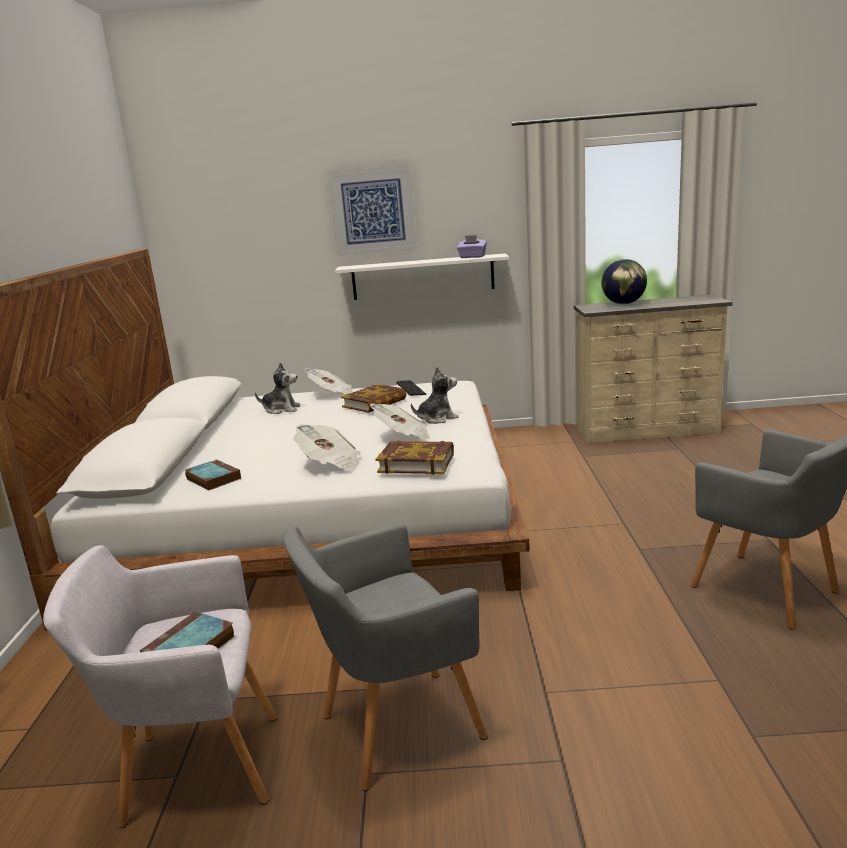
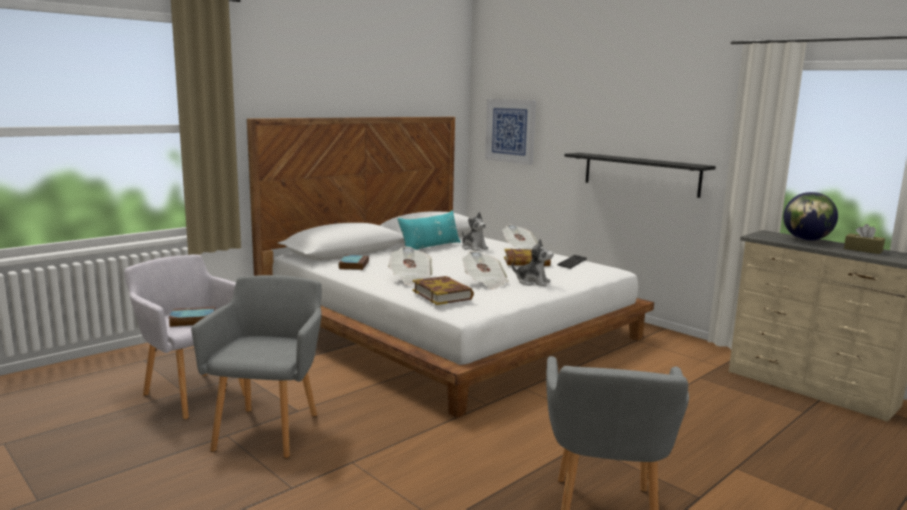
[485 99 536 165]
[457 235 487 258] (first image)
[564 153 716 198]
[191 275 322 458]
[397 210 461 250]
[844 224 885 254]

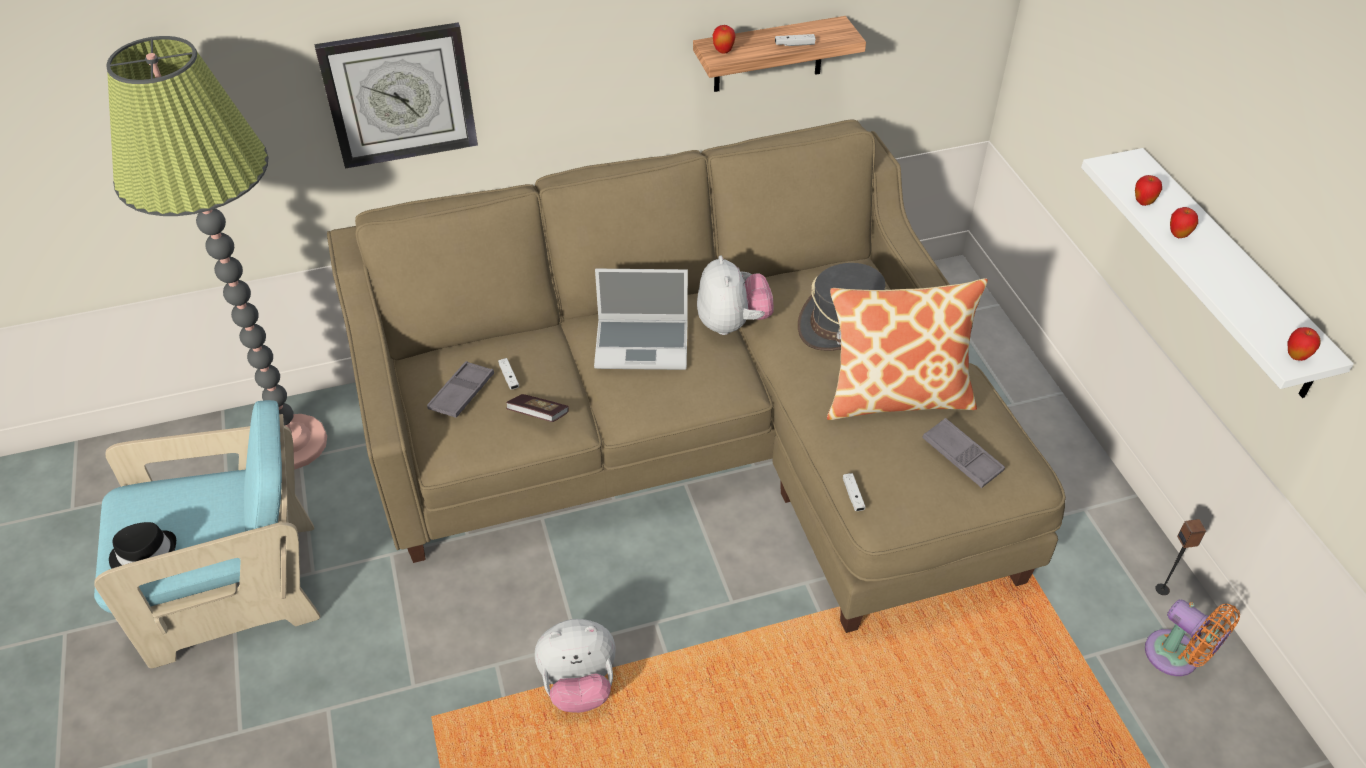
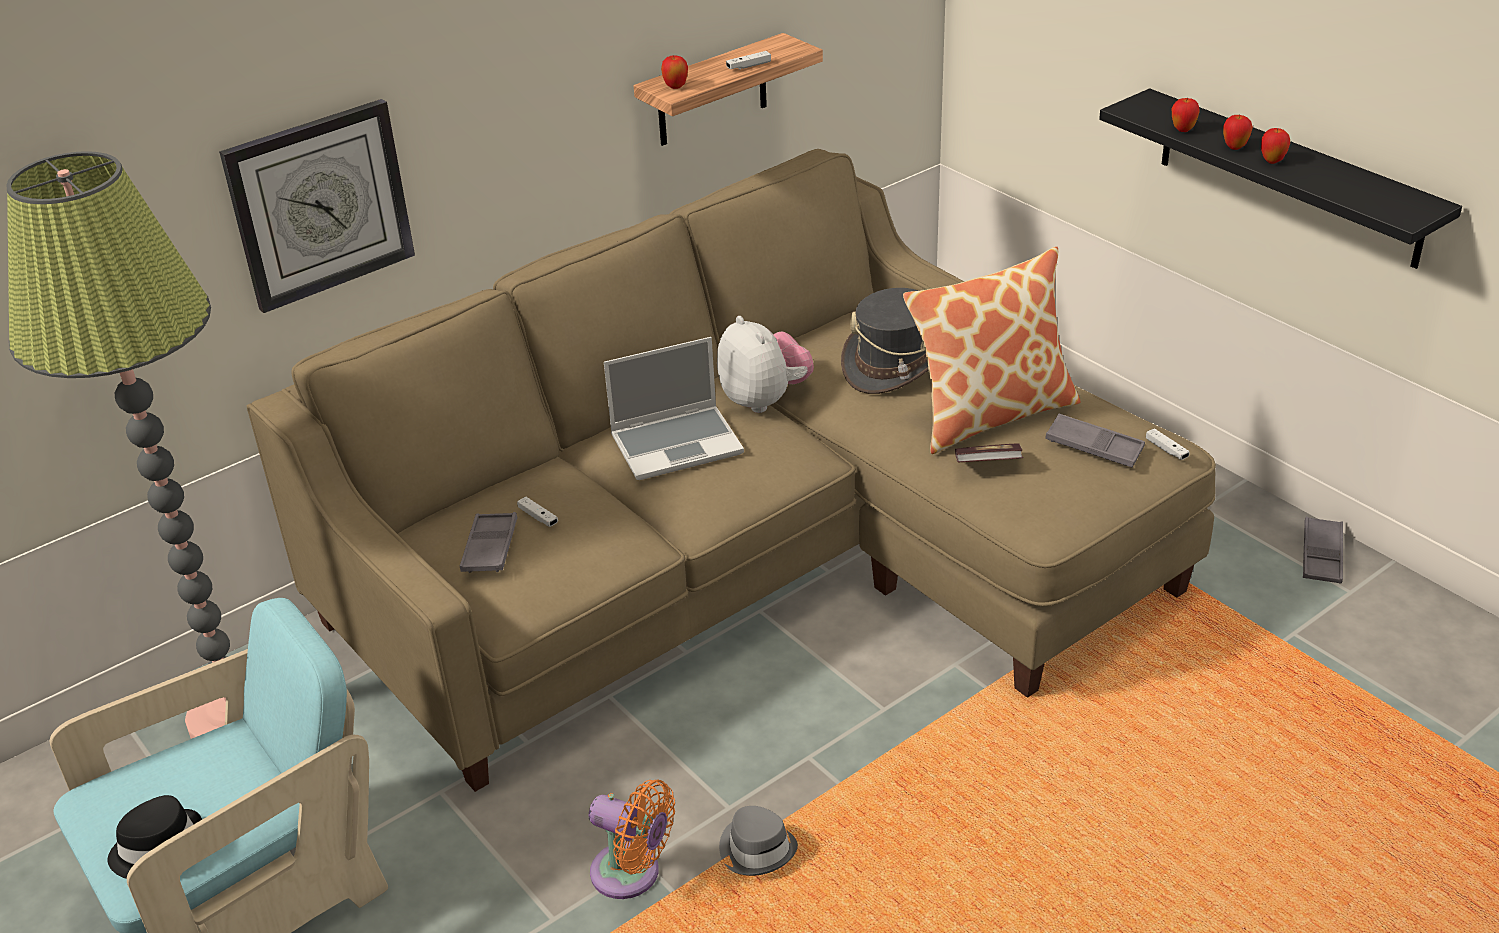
[1099 88 1462 269]
[1261 128 1290 164]
[955 443 1023 462]
[1146 428 1190 460]
[1303 517 1343 583]
[589 780 675 899]
[719 806 798 876]

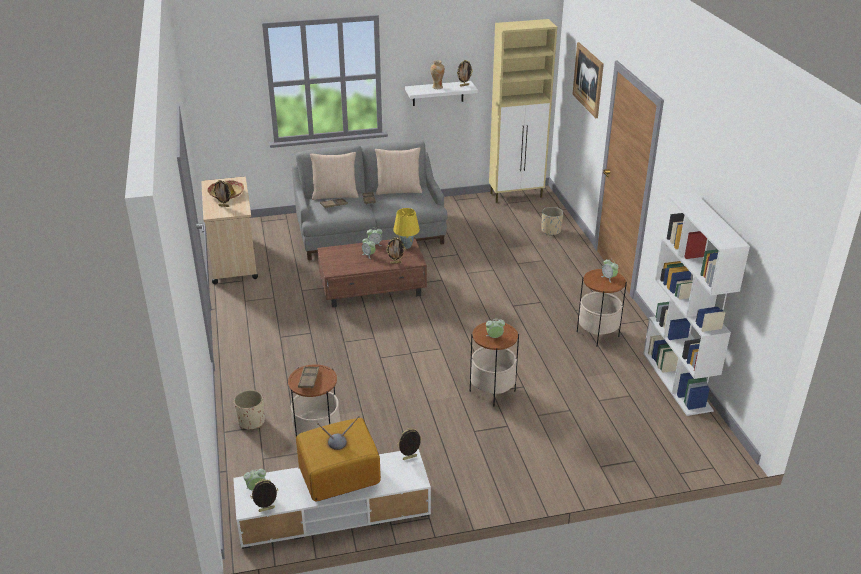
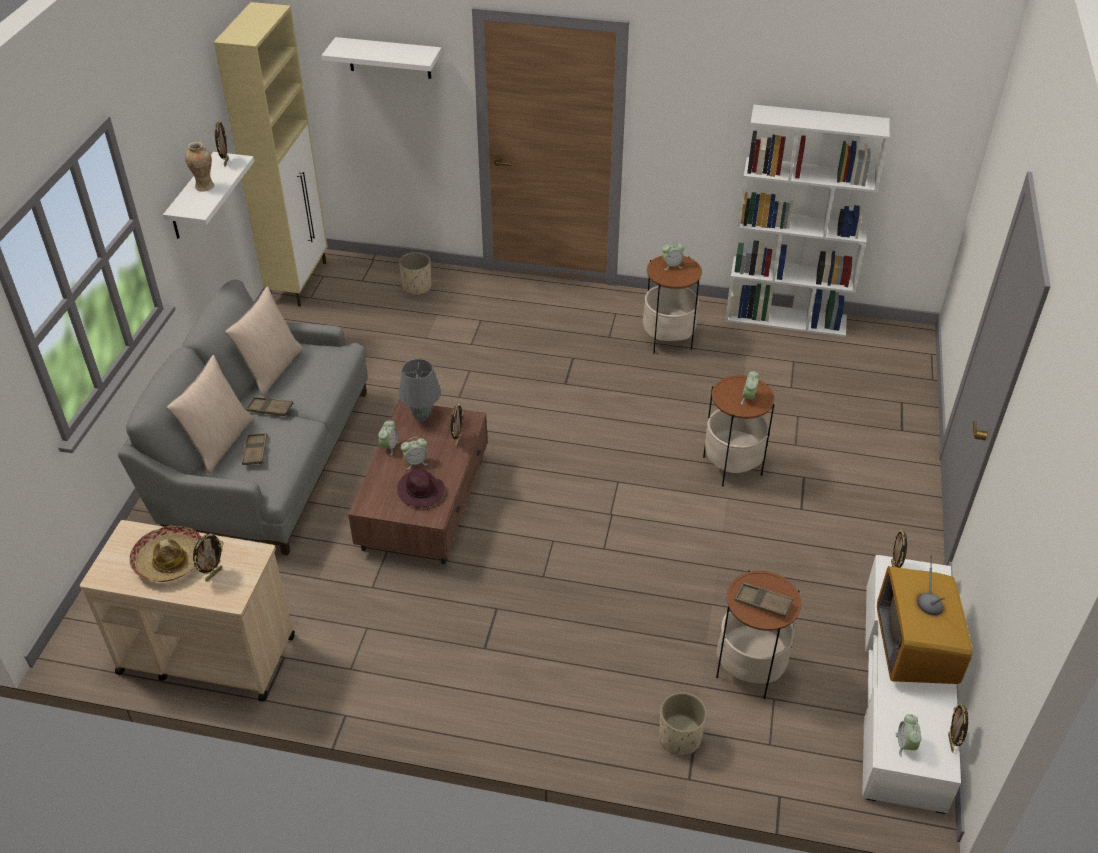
[321 37 442 79]
[398 359 441 421]
[397 469 445 508]

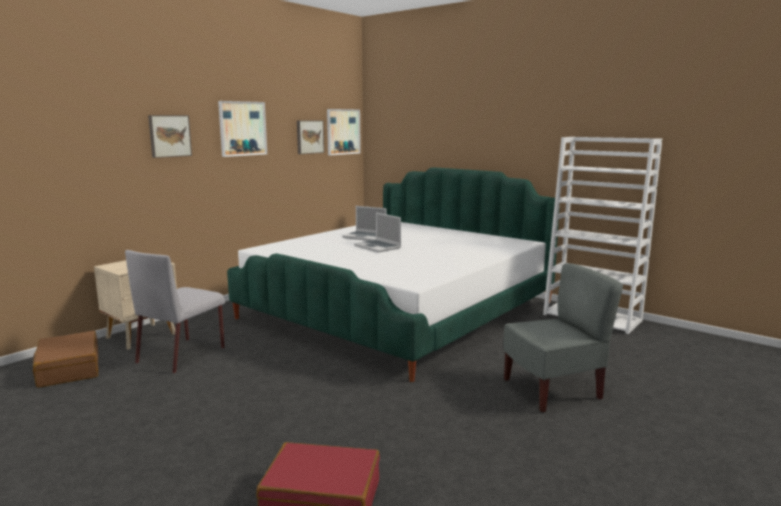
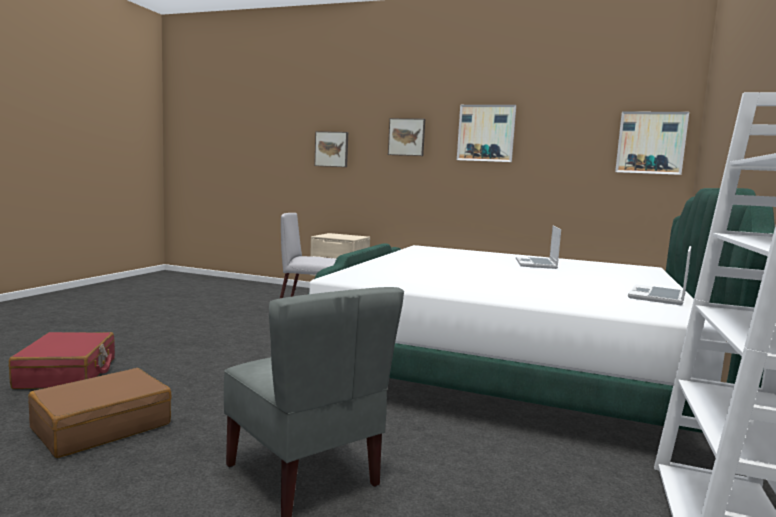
[314 131 348 167]
[628 246 691 305]
[28 368 172 458]

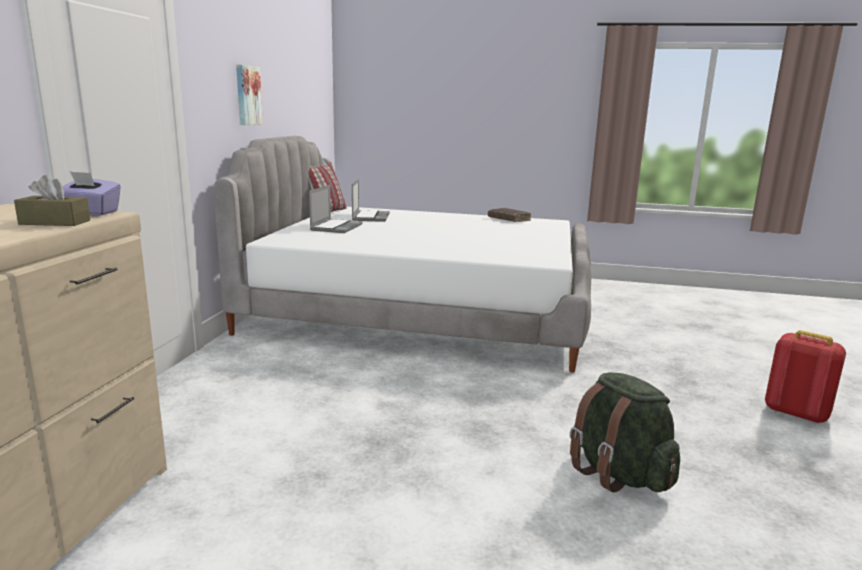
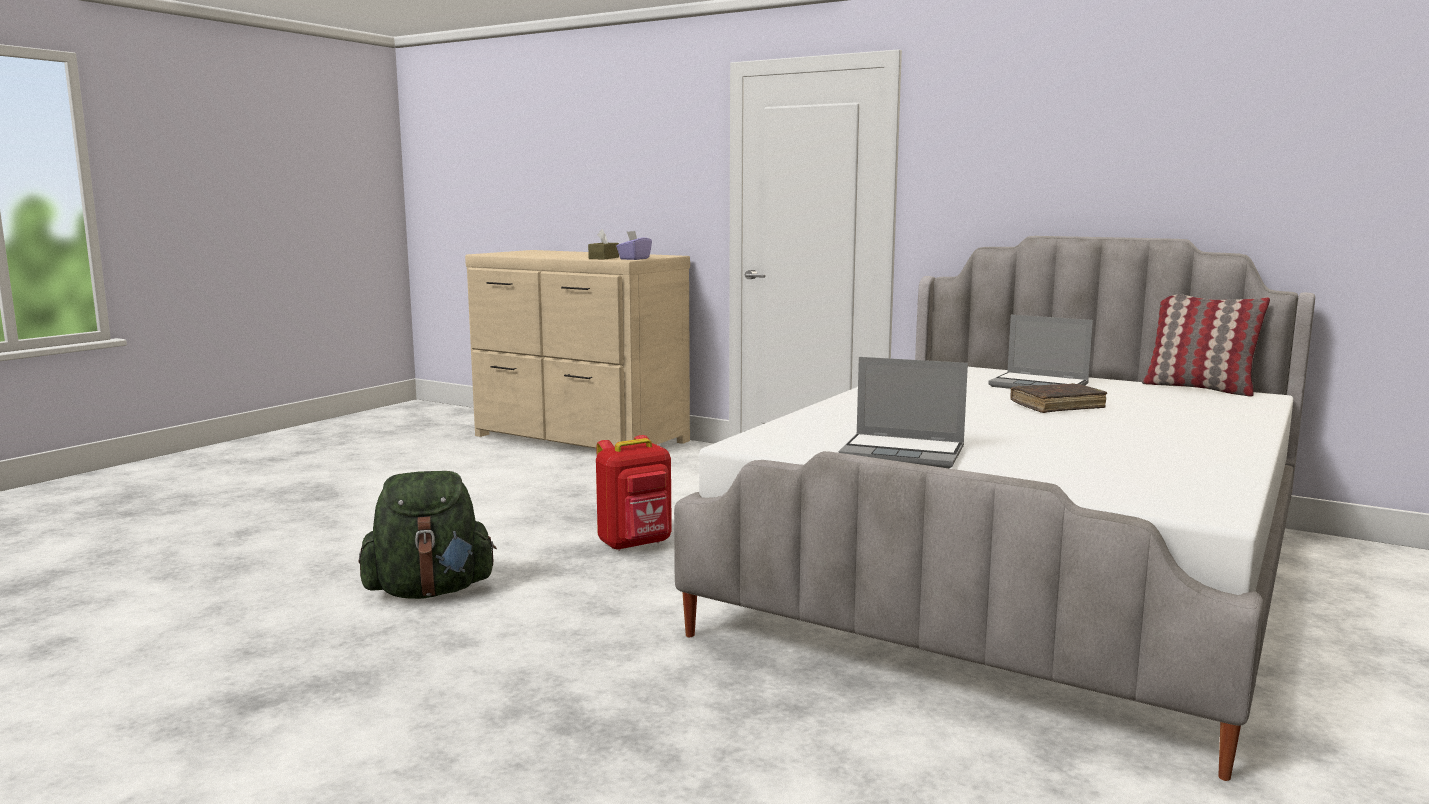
[236 64 263 125] (first image)
[838 357 968 468]
[1010 383 1107 413]
[596 435 672 551]

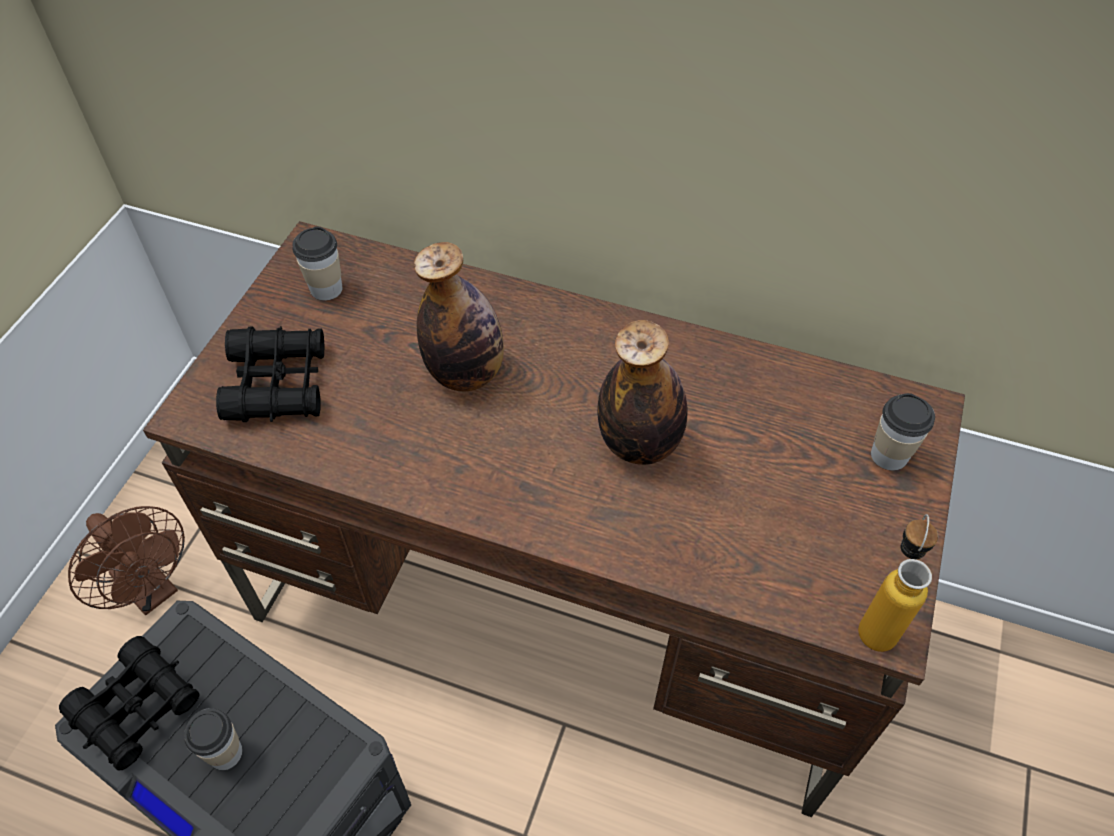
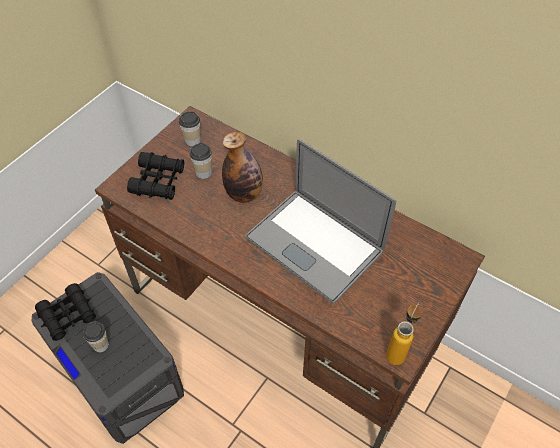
[245 139 396 304]
[190 143 212 179]
[68 506 185 615] (first image)

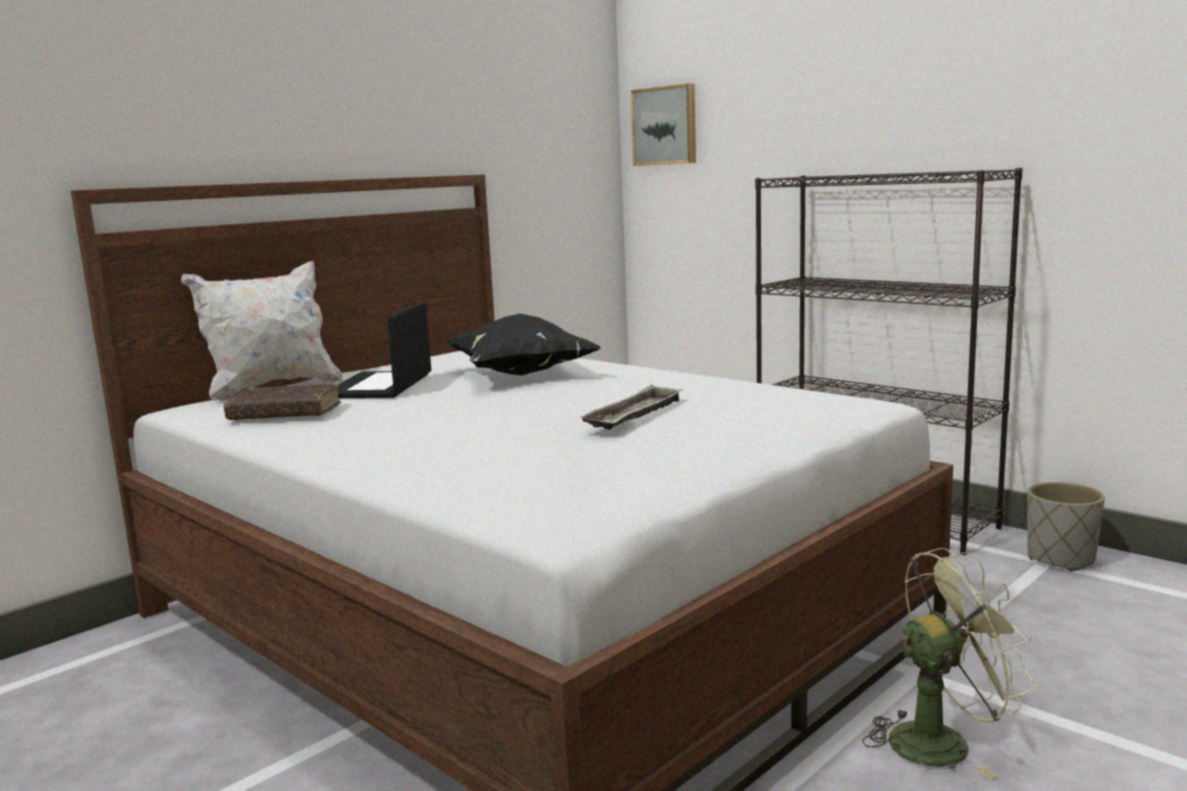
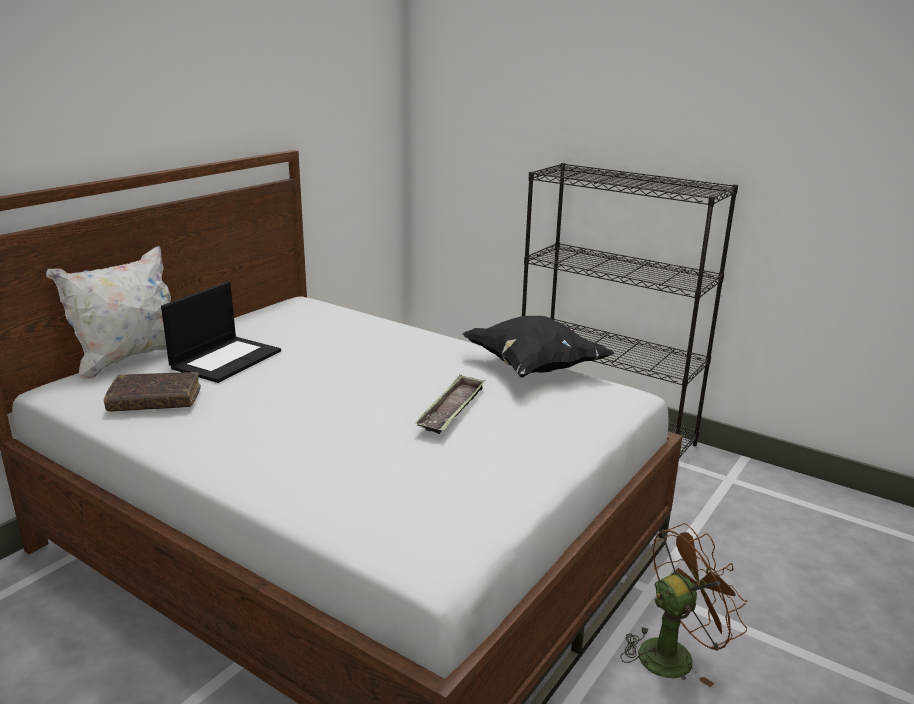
[631 83 696 166] (first image)
[161 282 281 383]
[462 316 615 378]
[1027 482 1105 571] (first image)
[620 523 747 687]

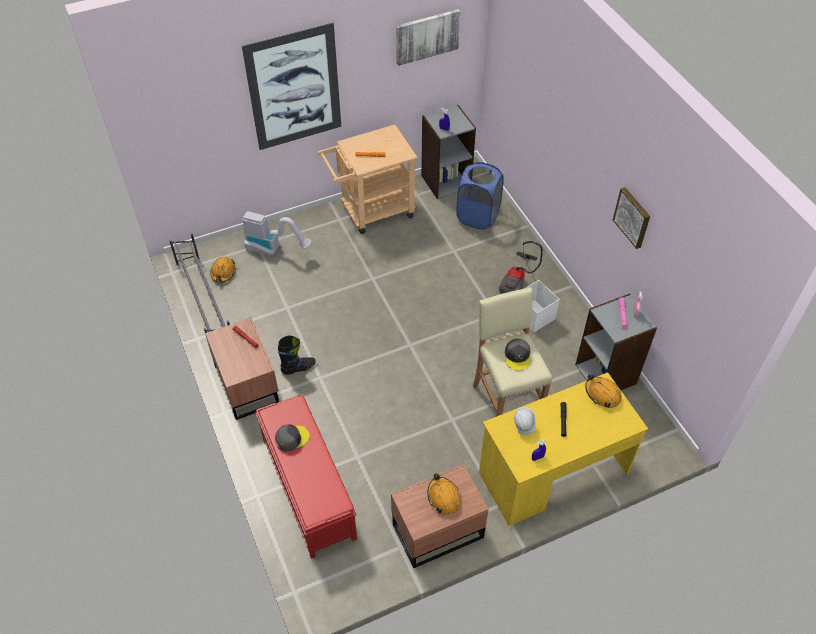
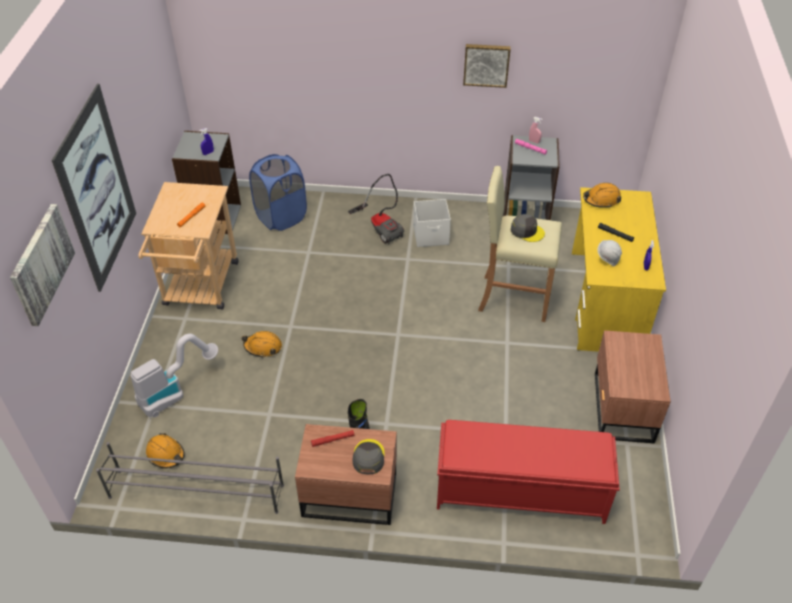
[10 204 75 326]
[353 439 385 474]
[241 331 282 358]

